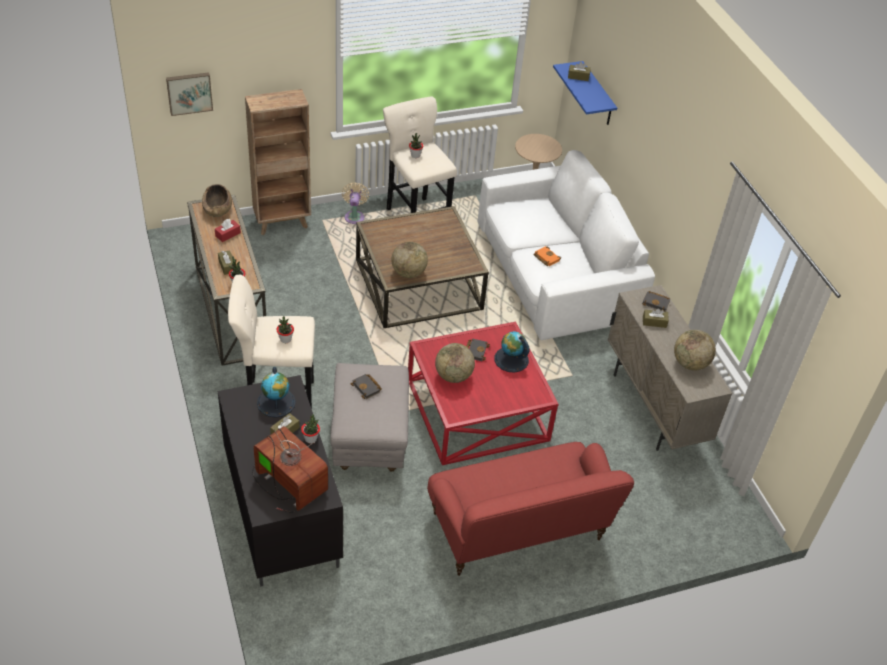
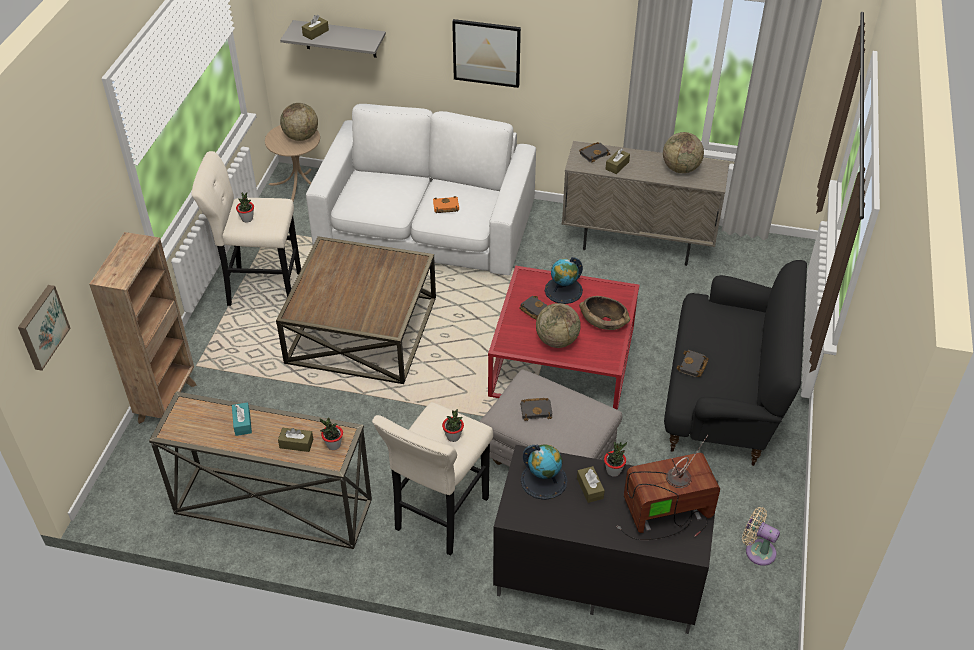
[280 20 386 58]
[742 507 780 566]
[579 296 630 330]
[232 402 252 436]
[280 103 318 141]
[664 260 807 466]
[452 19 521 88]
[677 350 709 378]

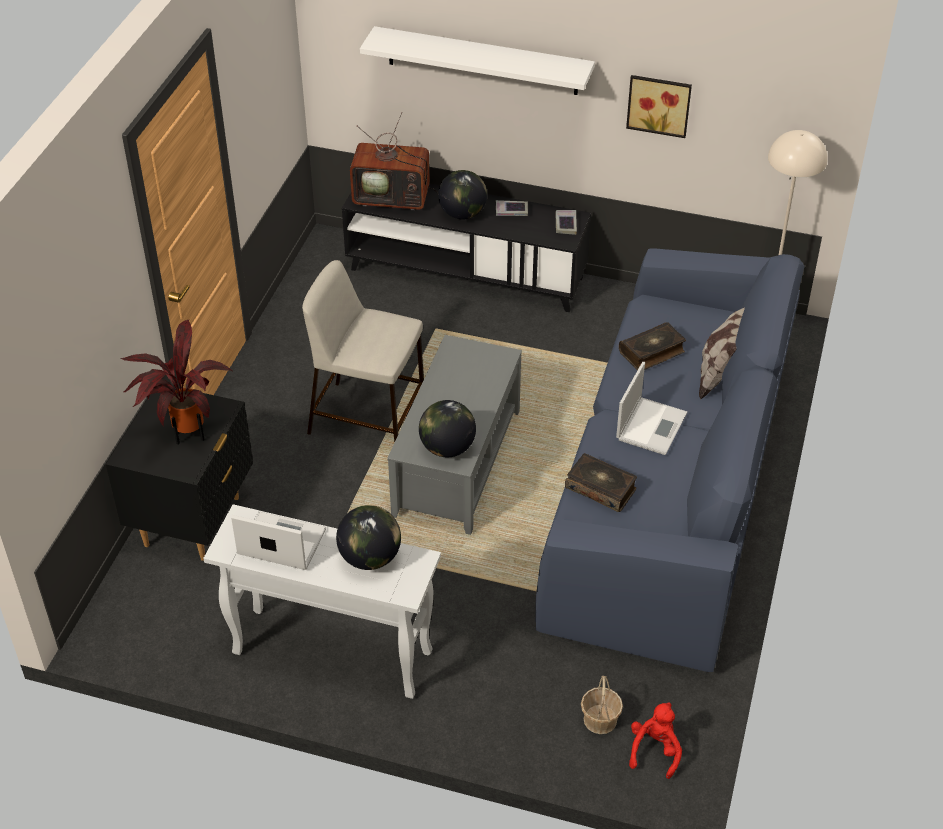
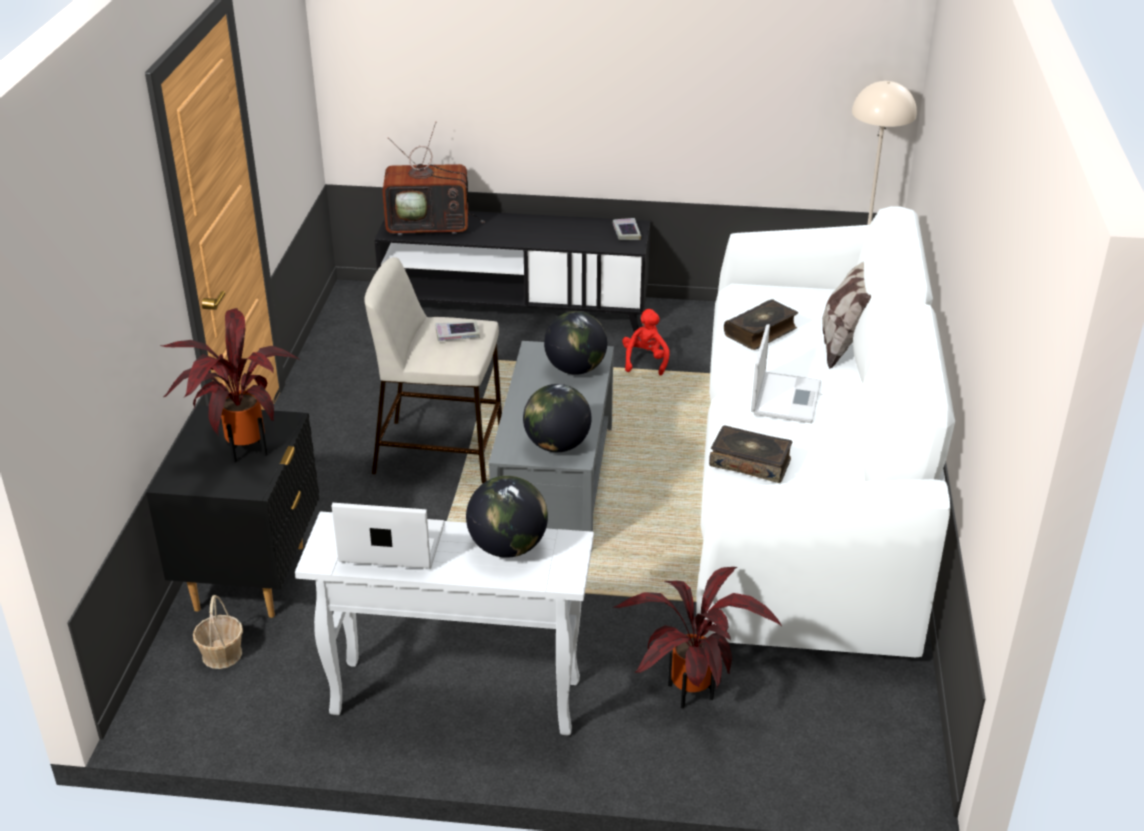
[360 26 595 95] (first image)
[626 75 692 138] (first image)
[544 311 607 375]
[435 321 480 341]
[696 206 955 657]
[193 595 243 669]
[622 309 670 375]
[614 567 782 709]

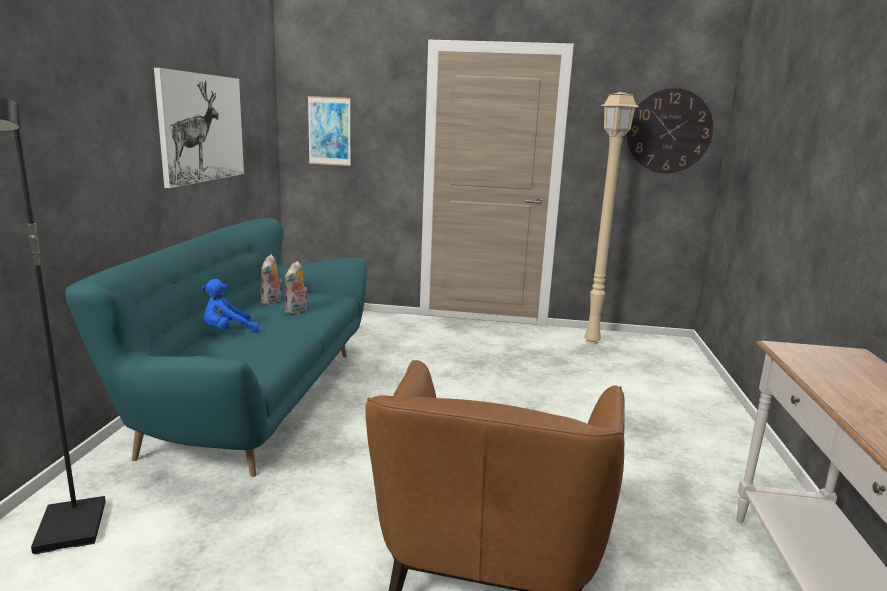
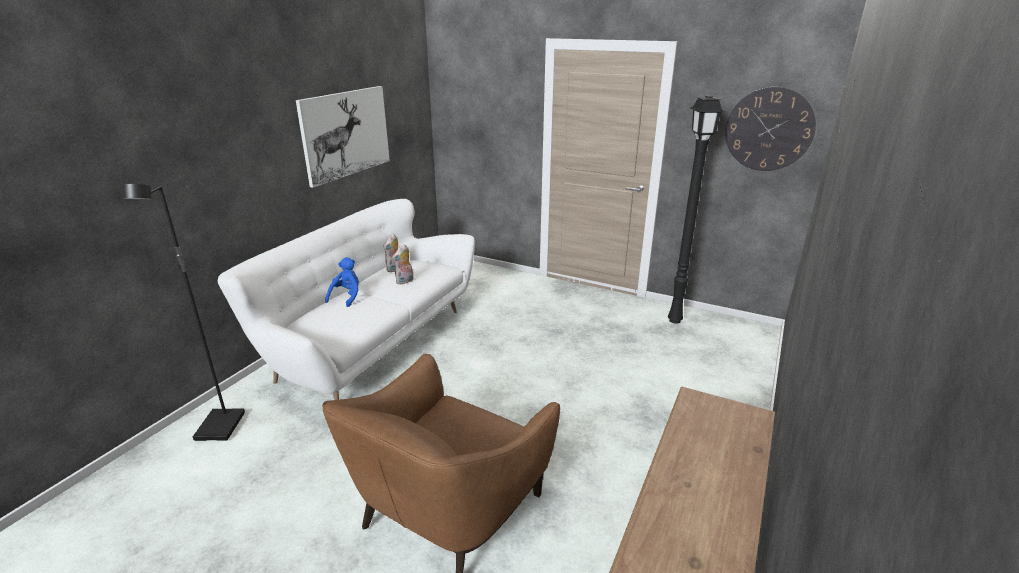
[668 96 725 324]
[308 96 351 166] (first image)
[218 199 475 400]
[325 257 359 307]

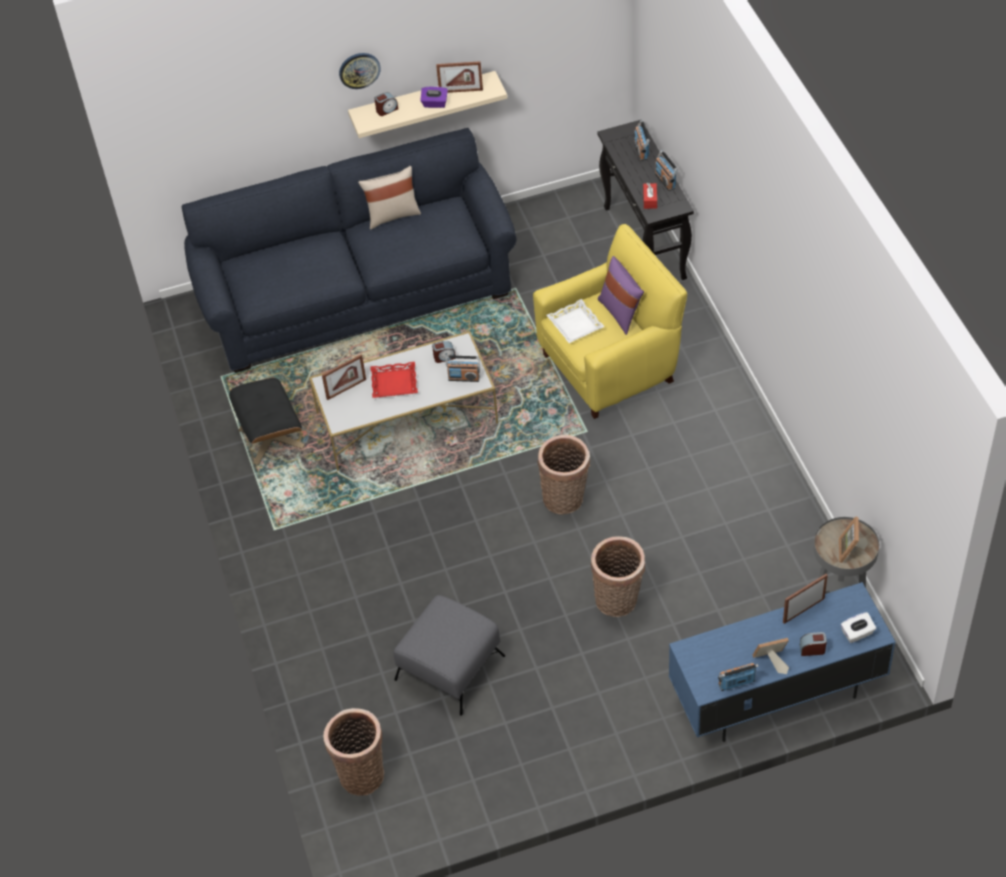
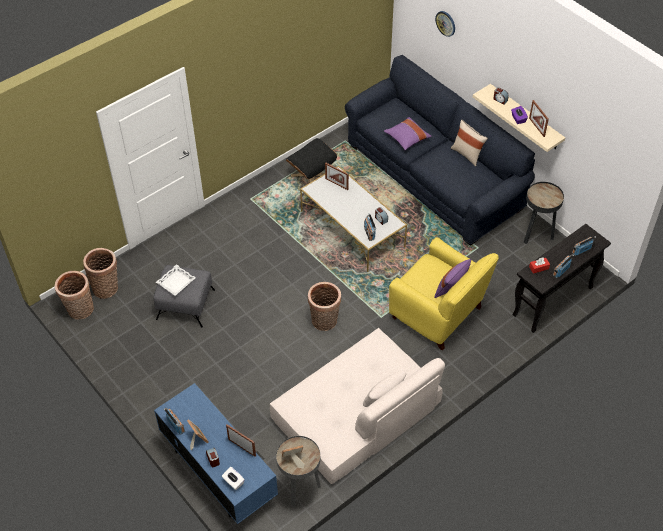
[435 11 455 37]
[156 264 196 296]
[370 362 418 398] (first image)
[55 271 94 319]
[384 117 432 150]
[524 182 564 244]
[270 328 445 484]

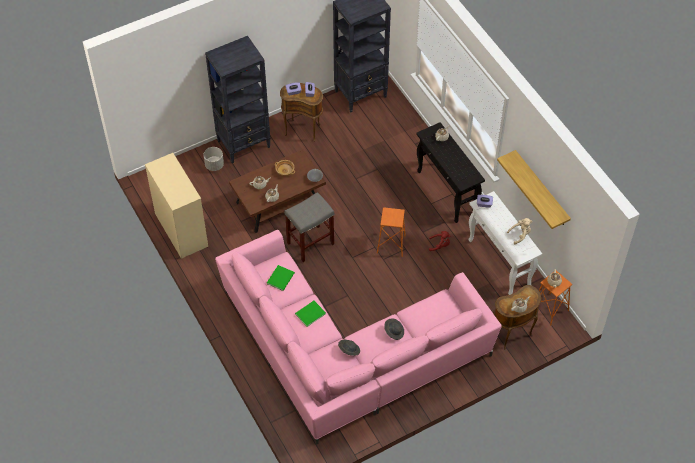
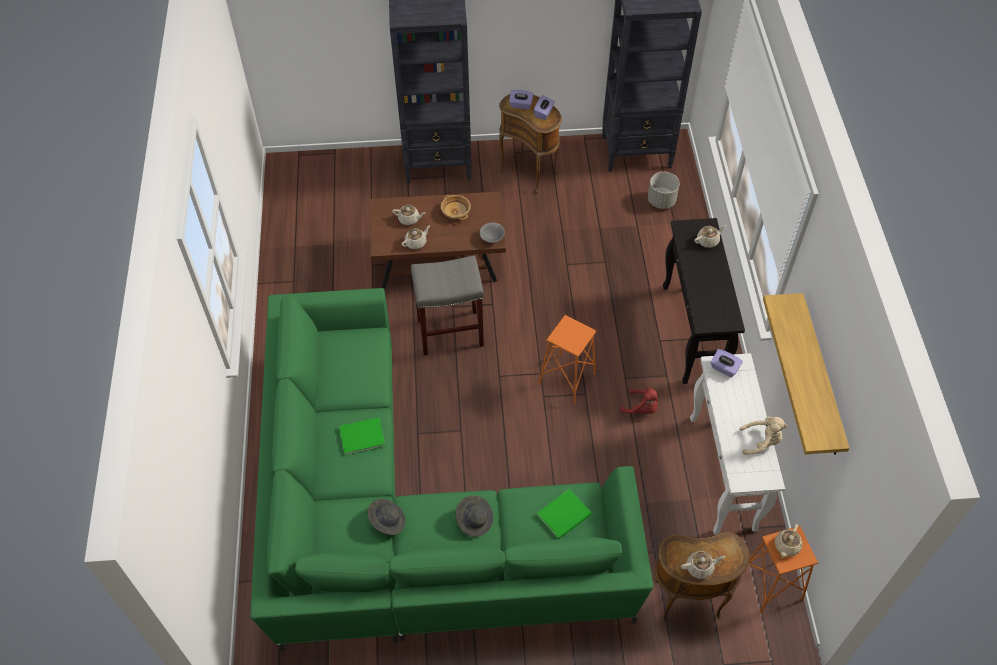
[648 172 680 209]
[145 153 208 259] (first image)
[250 288 653 651]
[537 489 592 539]

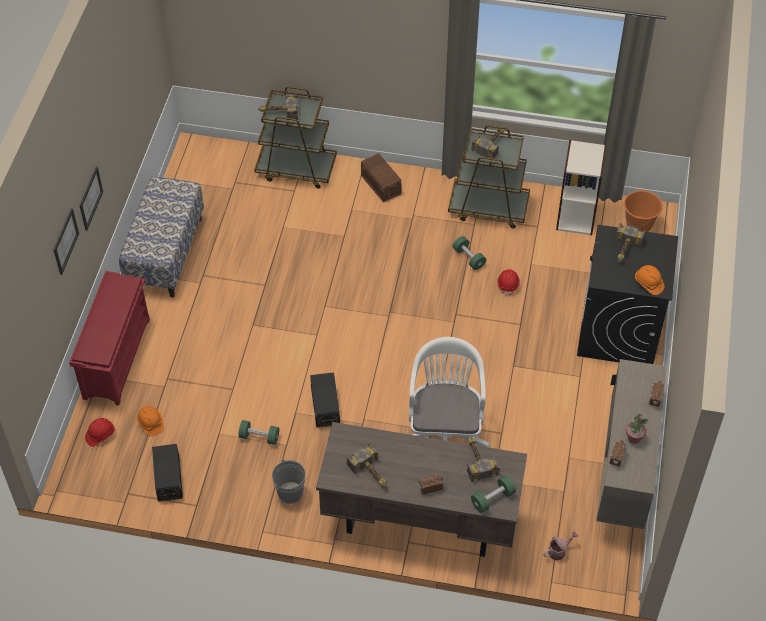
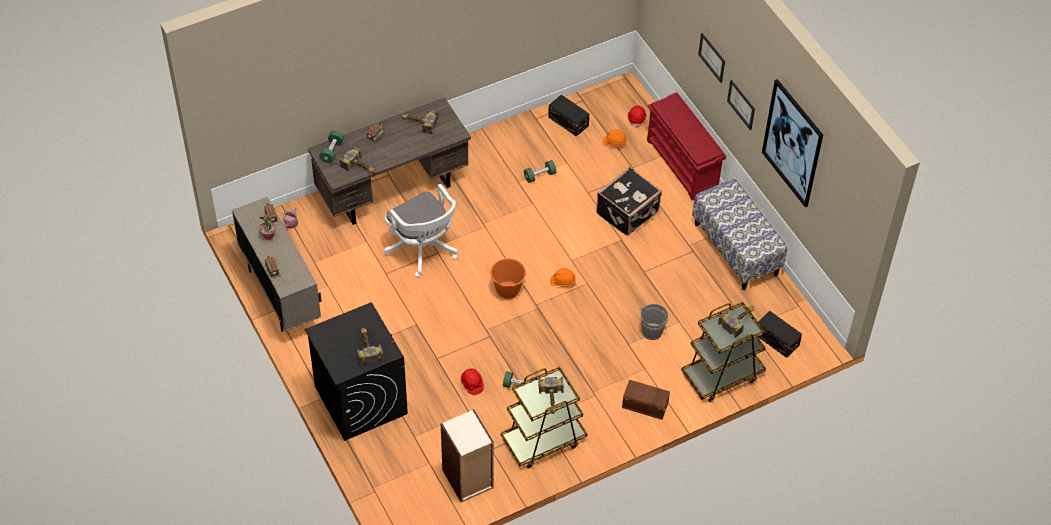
[490 258 526 299]
[550 268 576 287]
[757 311 802 358]
[640 304 668 340]
[762 79 823 207]
[596 167 662 236]

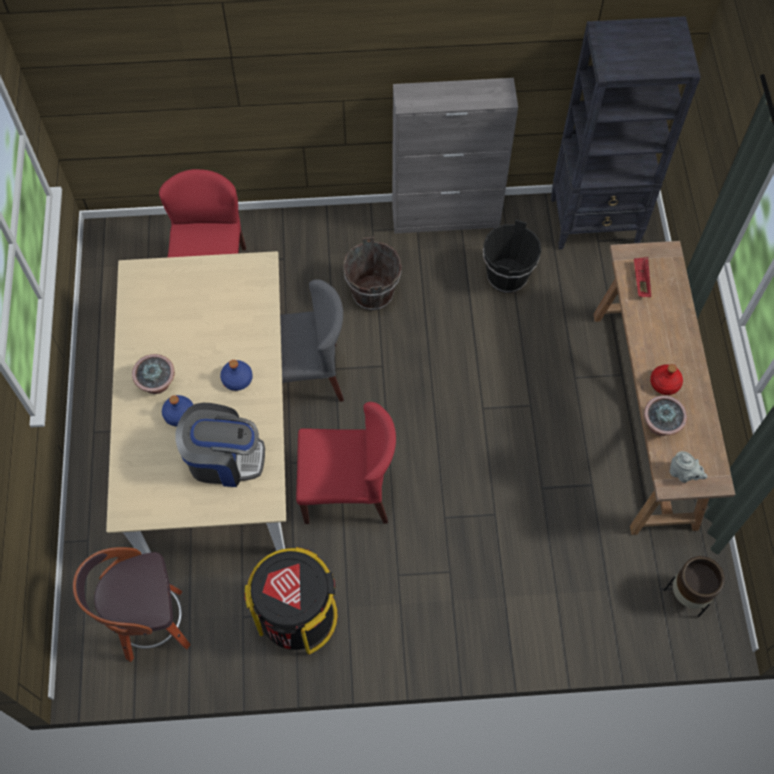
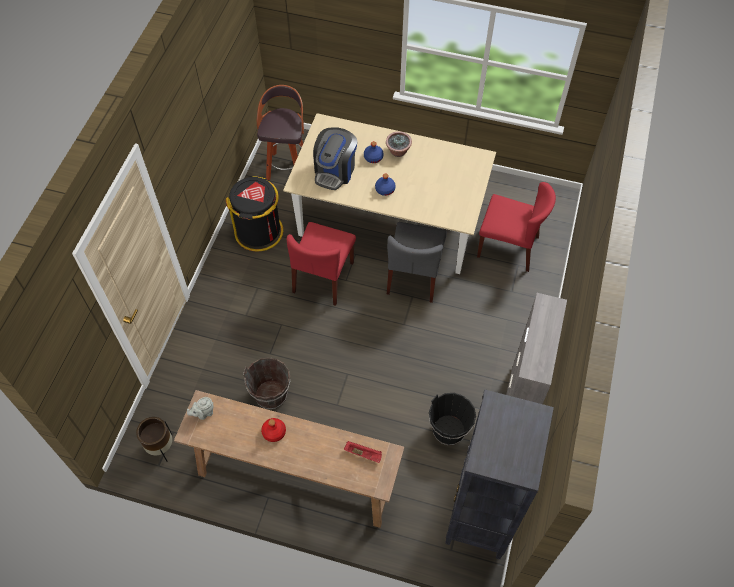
[243 357 290 409]
[644 395 687 436] (first image)

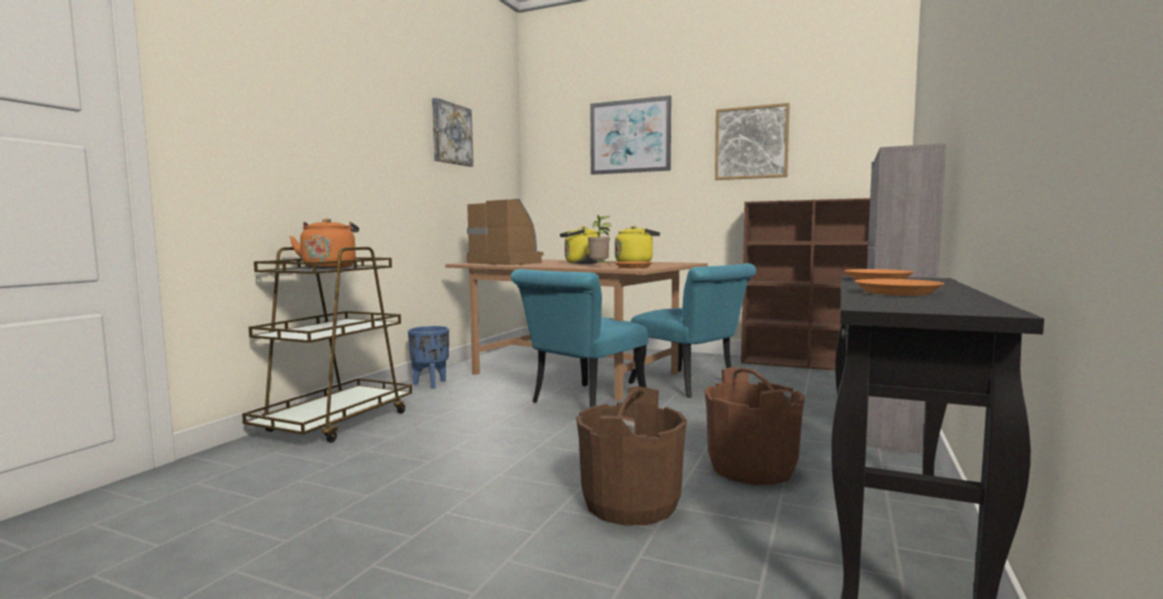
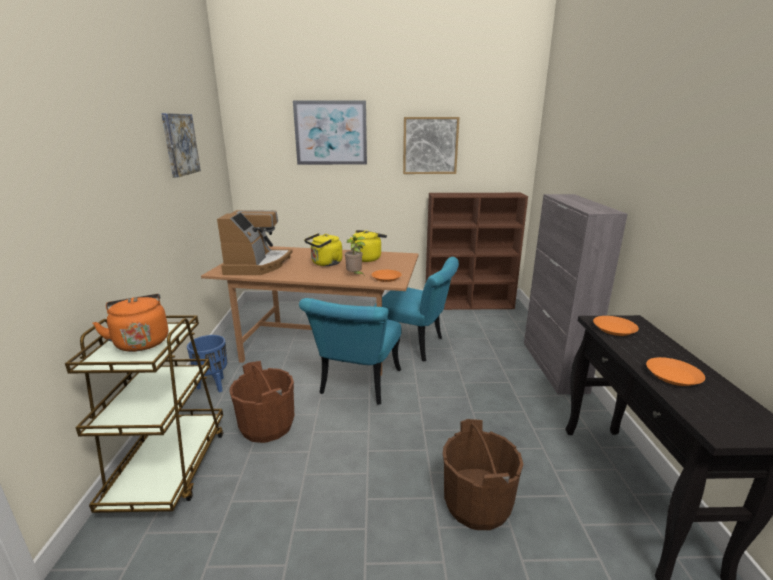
[217 210 293 275]
[229 361 294 443]

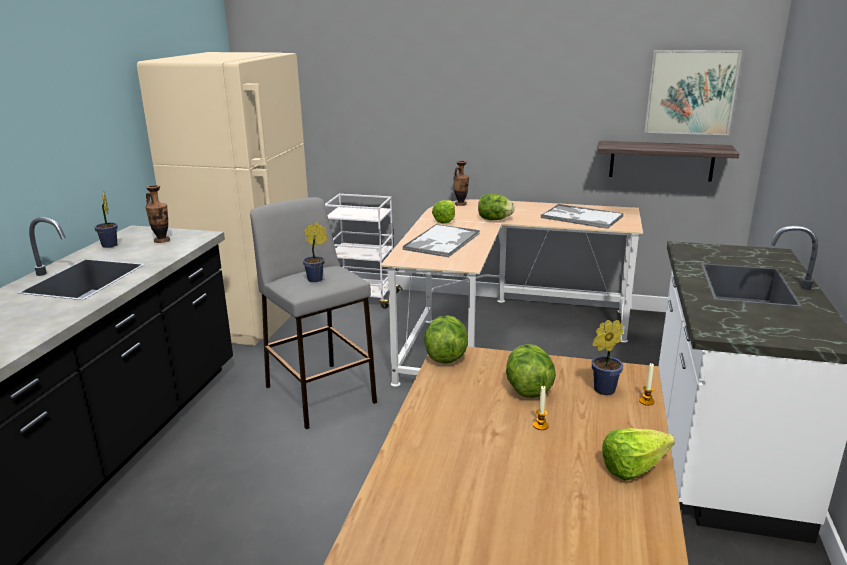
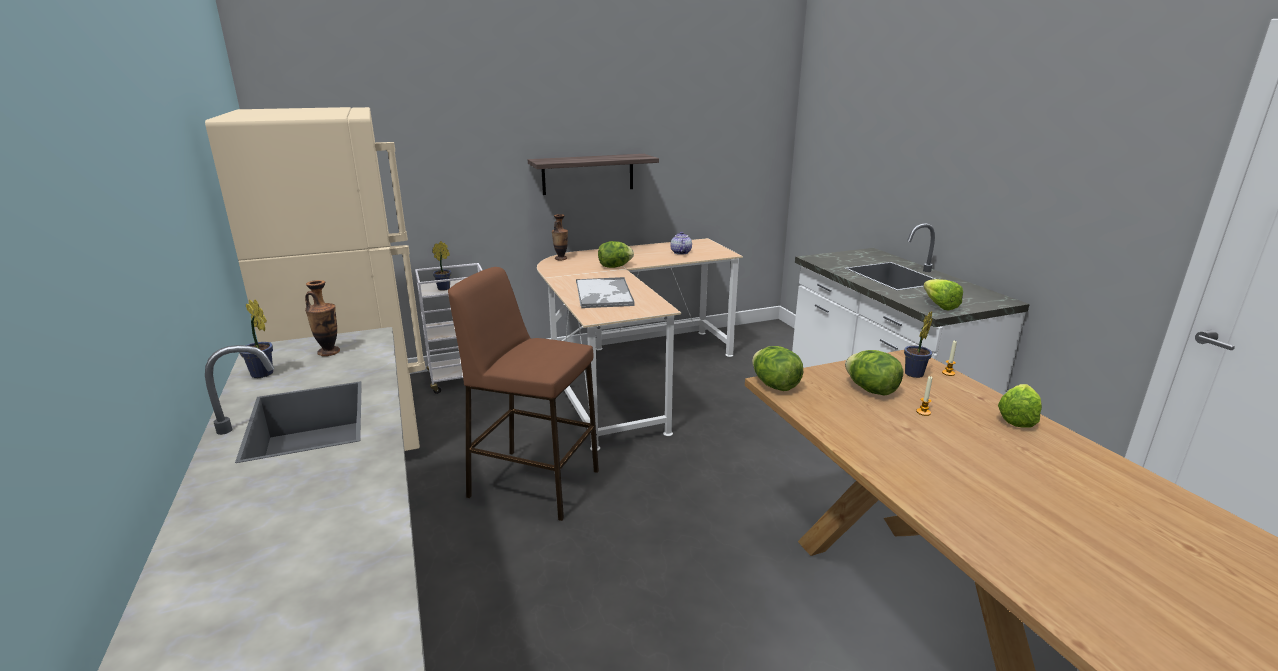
[644 50 742 135] (first image)
[528 154 659 195]
[448 267 599 521]
[924 279 963 311]
[670 232 692 255]
[432 241 451 291]

